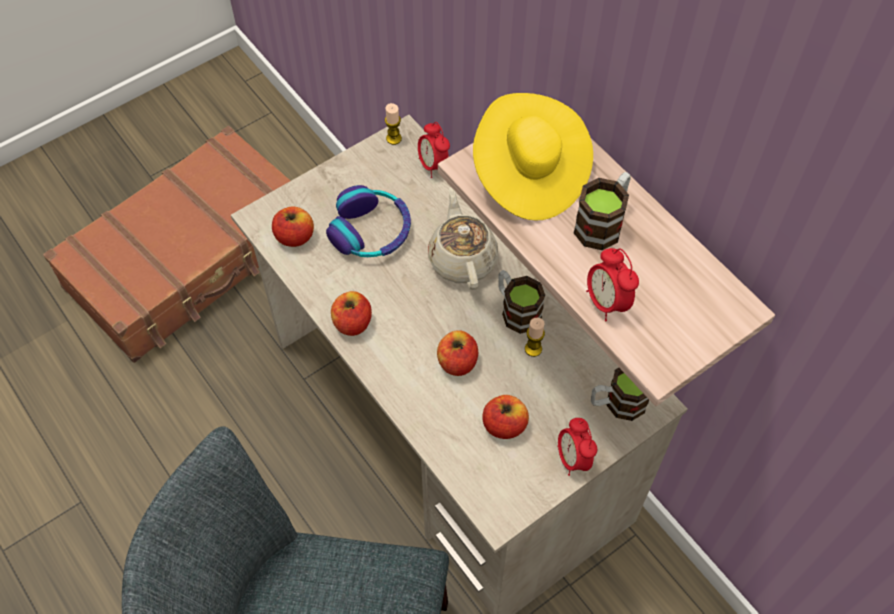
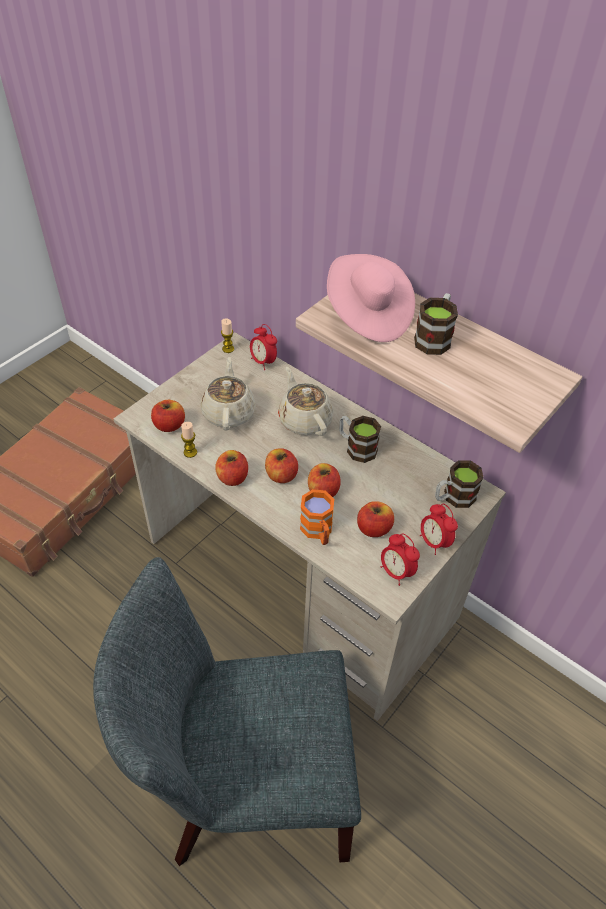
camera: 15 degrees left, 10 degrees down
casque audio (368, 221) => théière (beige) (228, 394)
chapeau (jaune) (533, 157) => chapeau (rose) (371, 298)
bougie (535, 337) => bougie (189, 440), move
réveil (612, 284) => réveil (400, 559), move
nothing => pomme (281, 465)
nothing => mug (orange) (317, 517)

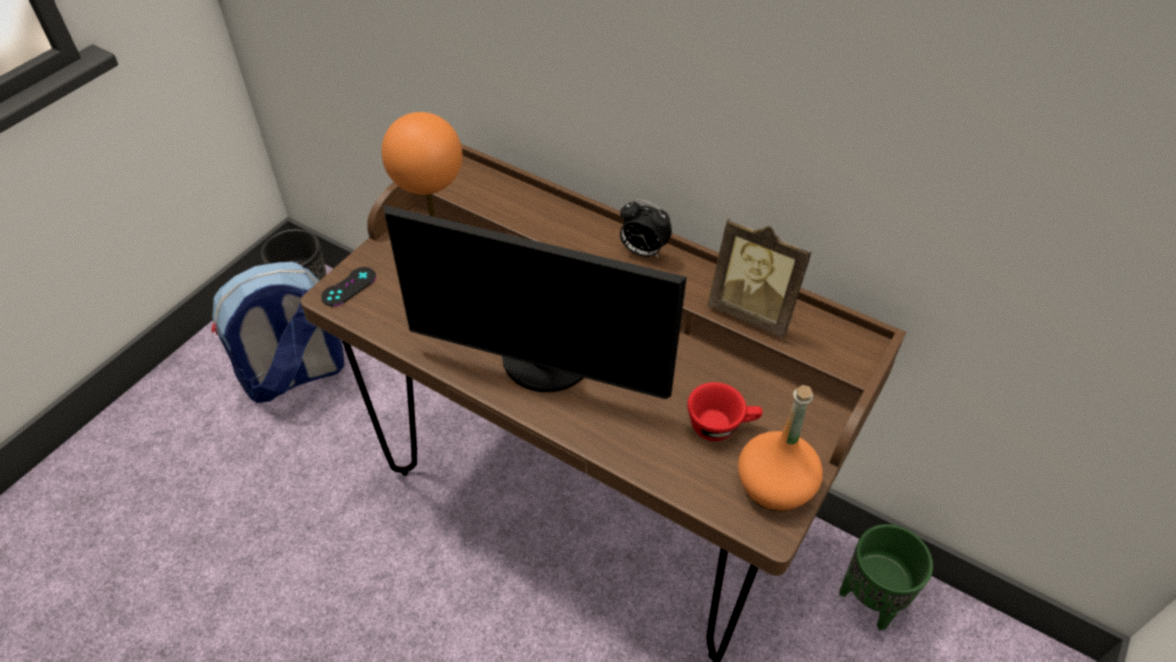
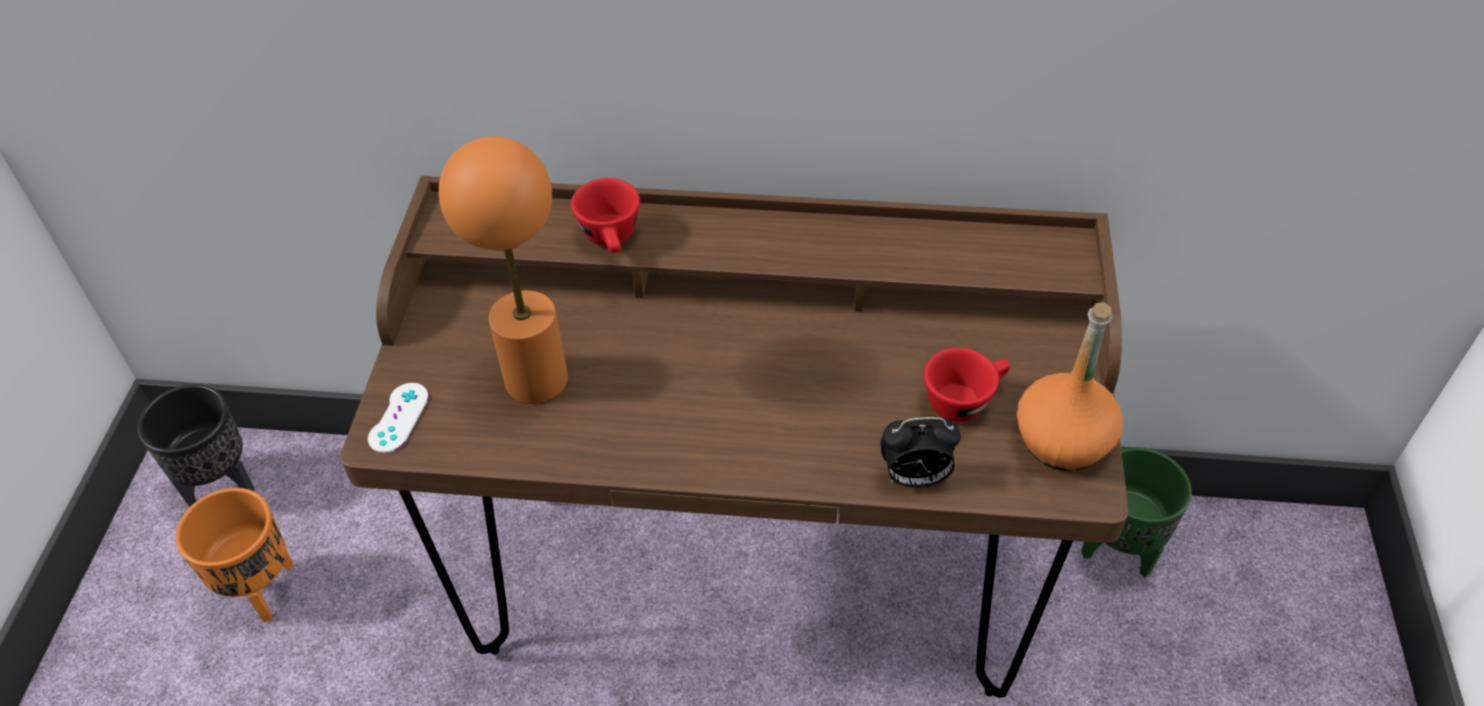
camera: 25 degrees left, 0 degrees up
sac à dos (278, 332) => cache-pot (orange) (234, 555)
manette (noir) (348, 286) => manette (blanc) (398, 418)
écran d'ordinateur (535, 302) => nothing
réveil (646, 228) => réveil (920, 452), move
cadre photo (759, 278) => nothing
nothing => tasse (rouge) (605, 215)

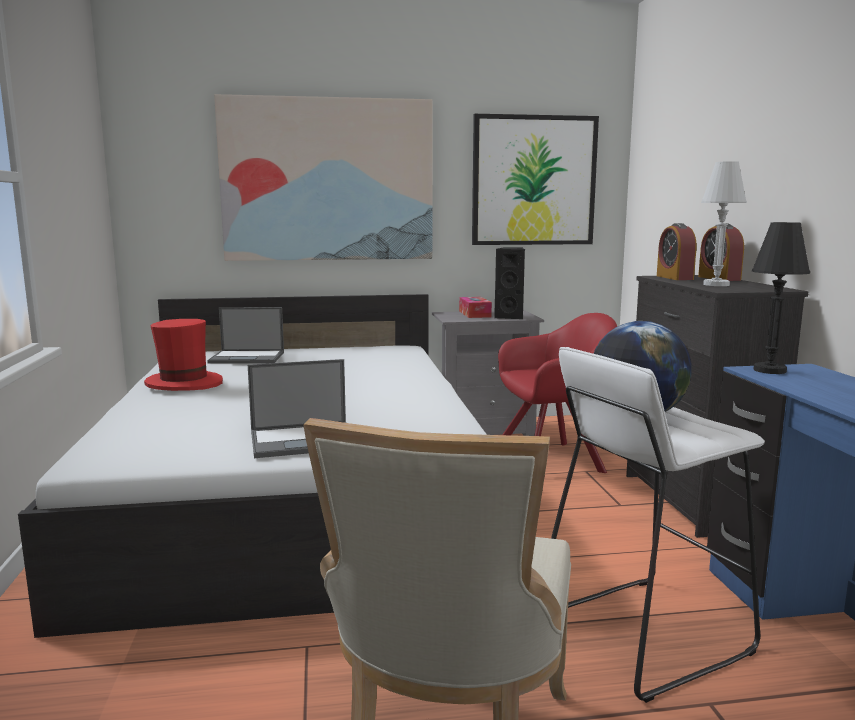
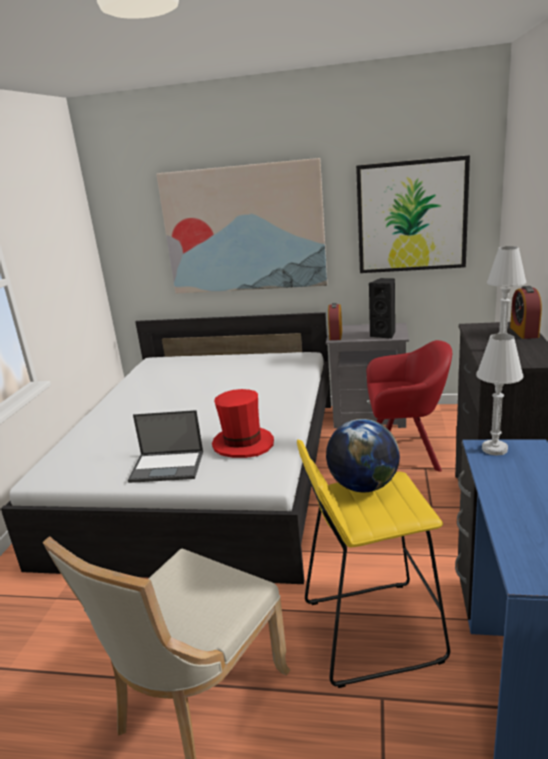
camera: 20 degrees right, 10 degrees up
chapeau (rouge) (183, 355) => chapeau (rouge) (243, 423), move
ordinateur portable (245, 335) => nothing
boîte à mouchoirs (475, 307) => nothing
tabouret (blanc) (658, 525) => tabouret (jaune) (373, 563)
réveil (676, 251) => réveil (335, 321), move
lampe de table (noir) (781, 298) => lampe de table (blanc) (499, 394)

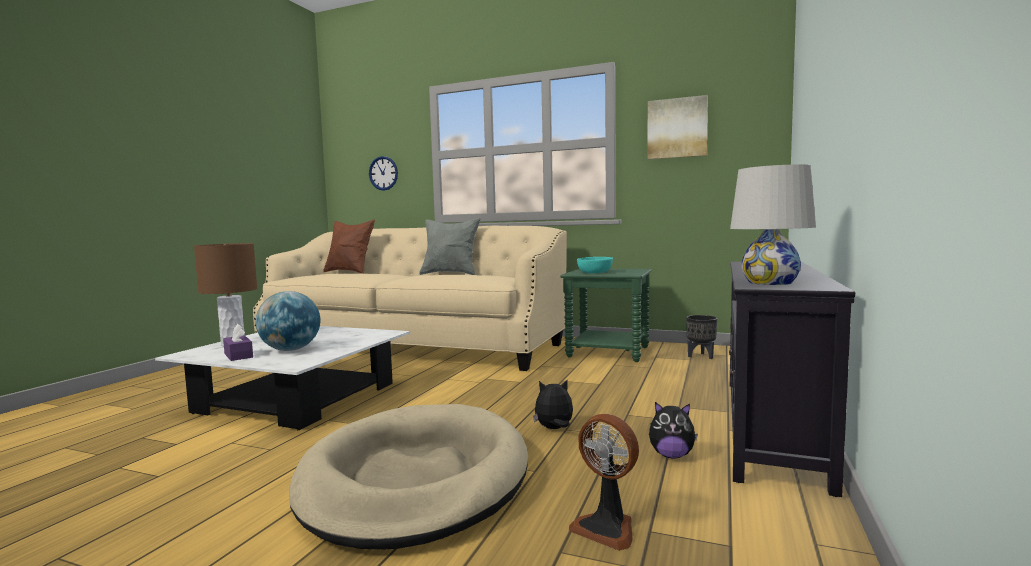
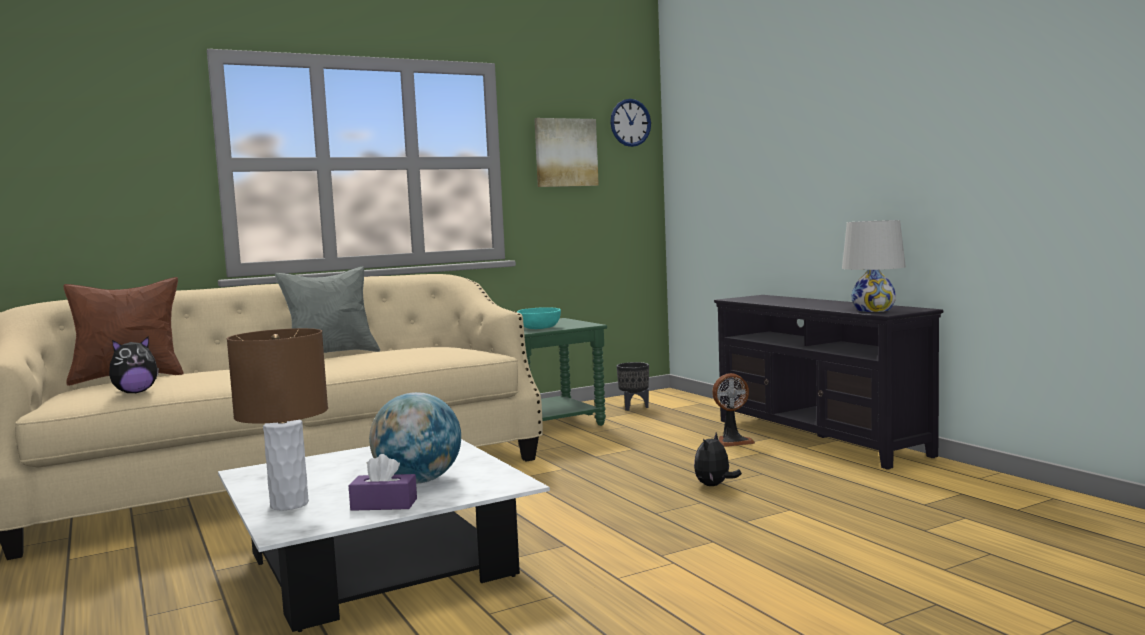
camera: 50 degrees left, 0 degrees up
panier pour chien (beige) (408, 477) => nothing
horloge murale (383, 173) => horloge murale (630, 123), move
ventilateur (604, 482) => ventilateur (733, 410), move
peluche (673, 430) => peluche (134, 365), move

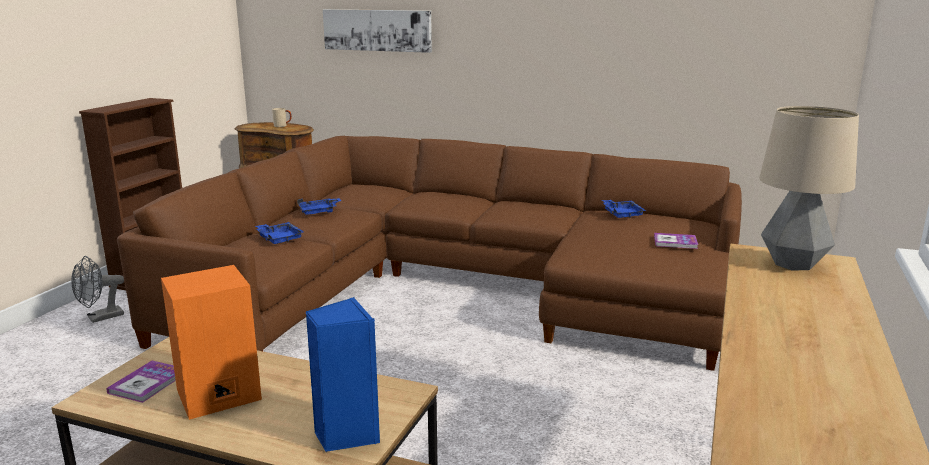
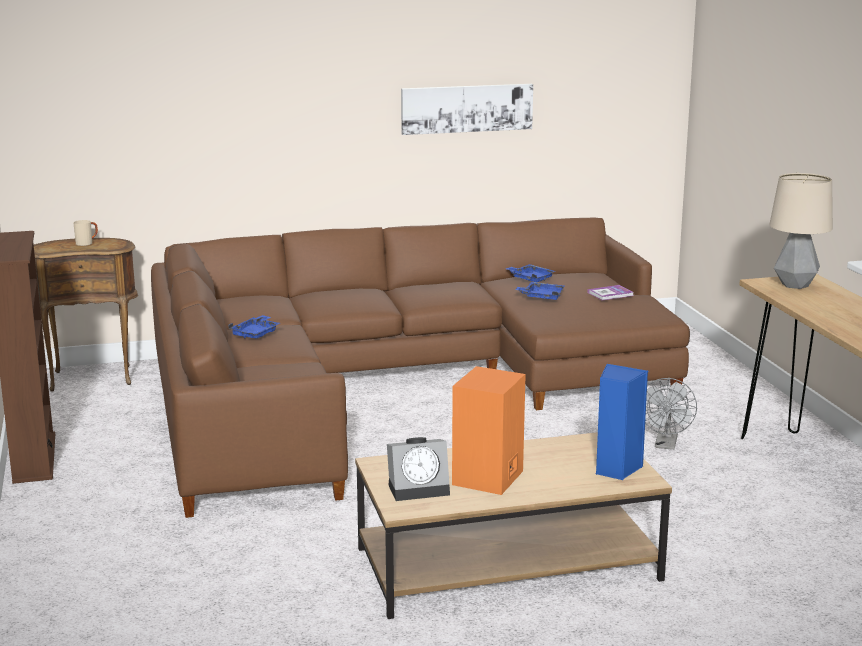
camera: 35 degrees left, 0 degrees up
ventilateur (gris) (97, 289) => ventilateur (gris) (671, 414), move
livre (141, 382) => réveil (418, 469)
plateau (bleu) (280, 233) => plateau (bleu) (540, 291), move
tableau (377, 31) => tableau (467, 109), move

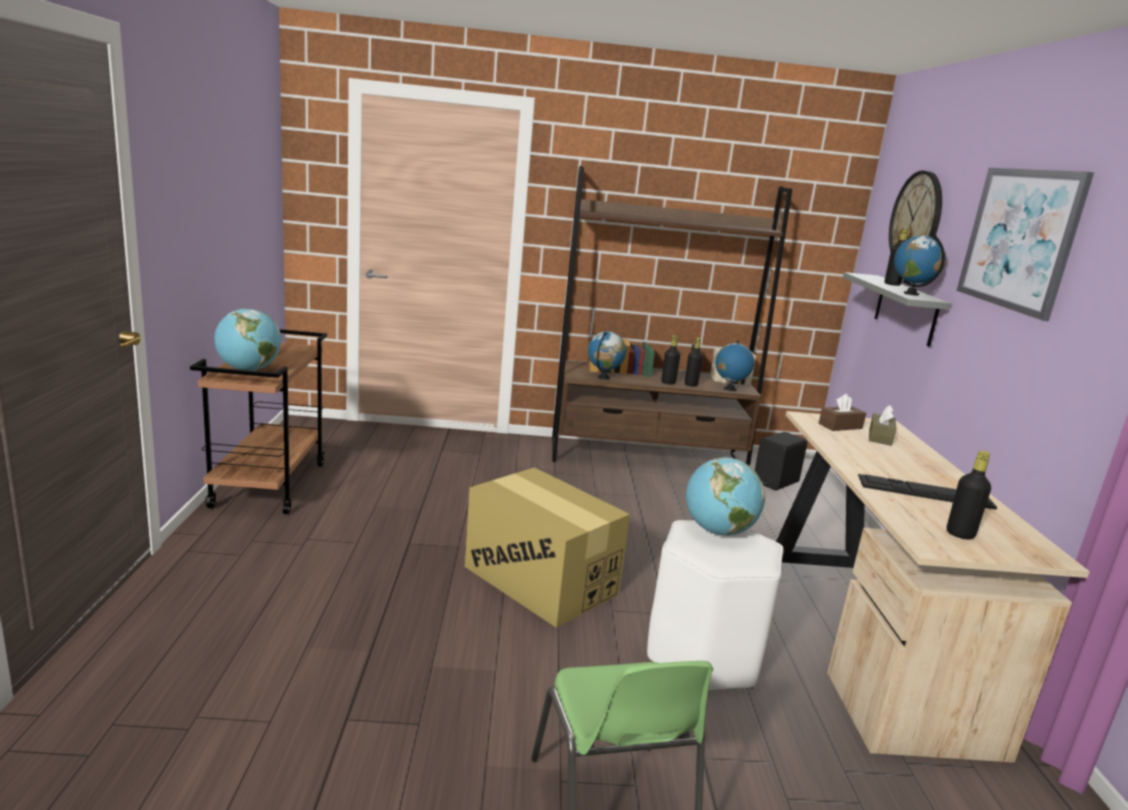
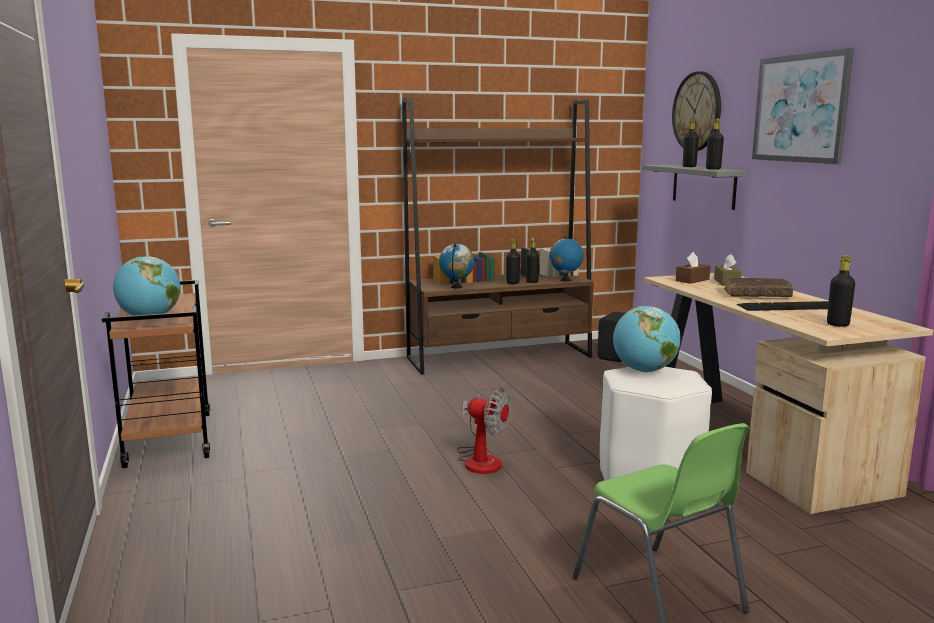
camera: 15 degrees left, 5 degrees down
carton (547, 547) => ventilateur (484, 431)
globe (920, 265) => bouteille (noir) (715, 144)
nothing => livre (marron) (759, 287)

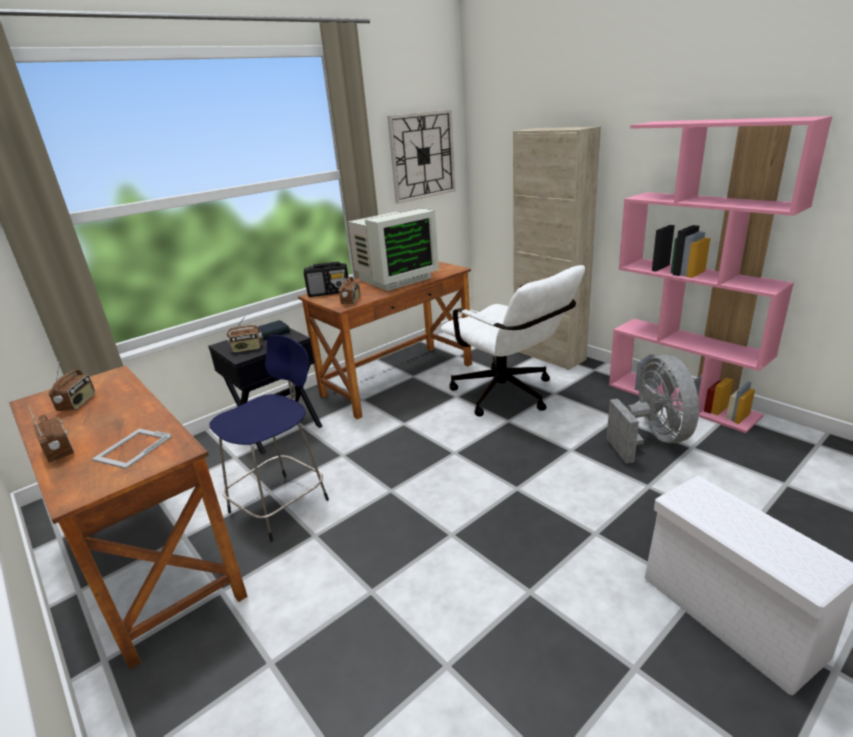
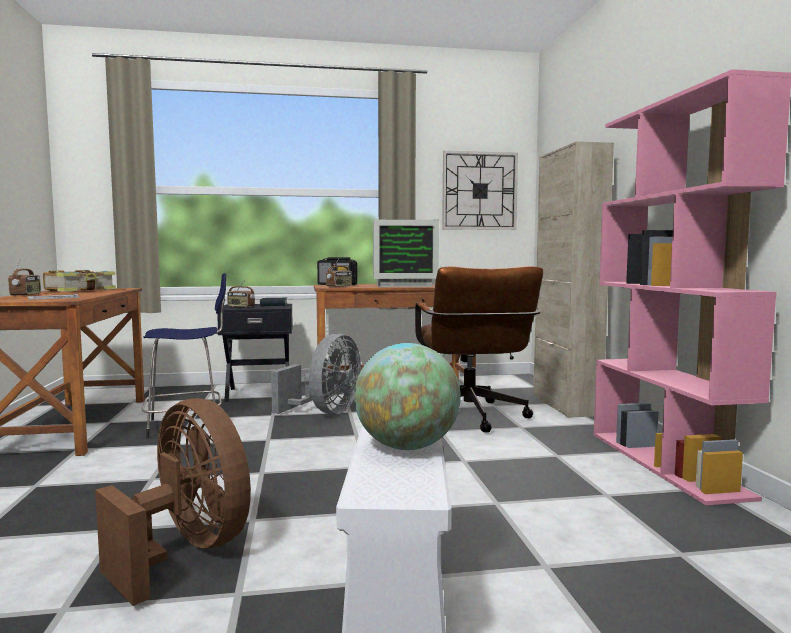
camera: 30 degrees right, 20 degrees down
radio (72, 386) => livre (79, 281)
chaise de bureau (blanc) (513, 341) => chaise de bureau (marron) (479, 349)
ventilateur (gris) (653, 409) => ventilateur (gris) (316, 373), move
nothing => ventilateur (marron) (173, 502)
nothing => globe (407, 396)

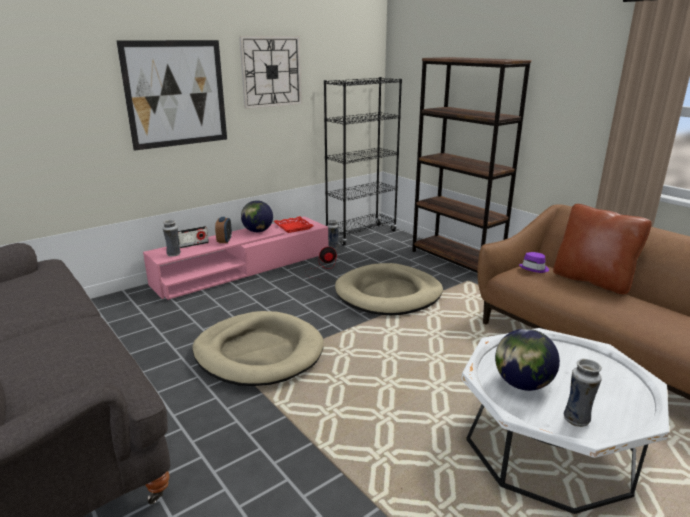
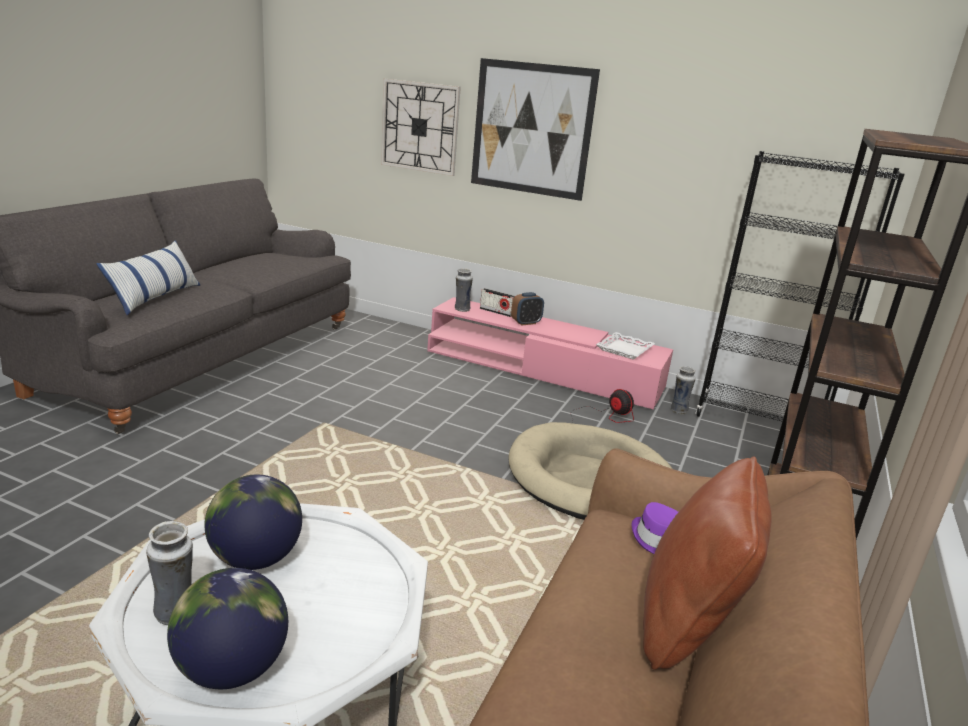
camera: 60 degrees right, 0 degrees up
panier pour chien (beige) (258, 348) => nothing
horloge murale (270, 72) => horloge murale (421, 127), move
globe (257, 216) => globe (227, 628), move
plateau (rouge) (294, 224) => plateau (blanc) (625, 346)
nothing => coussin (148, 278)

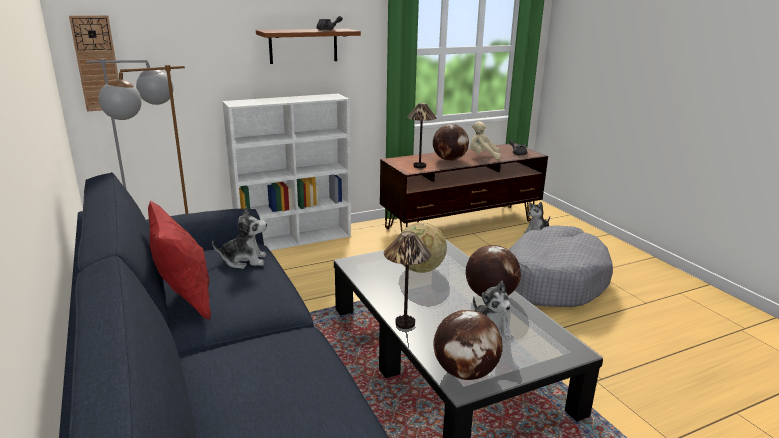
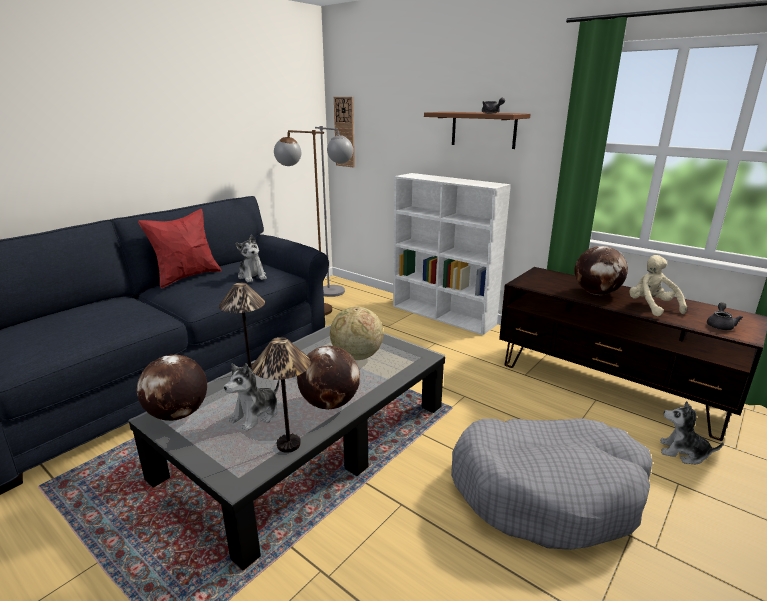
camera: 65 degrees right, 0 degrees up
lampe de table (422, 135) => lampe de table (281, 395), move

